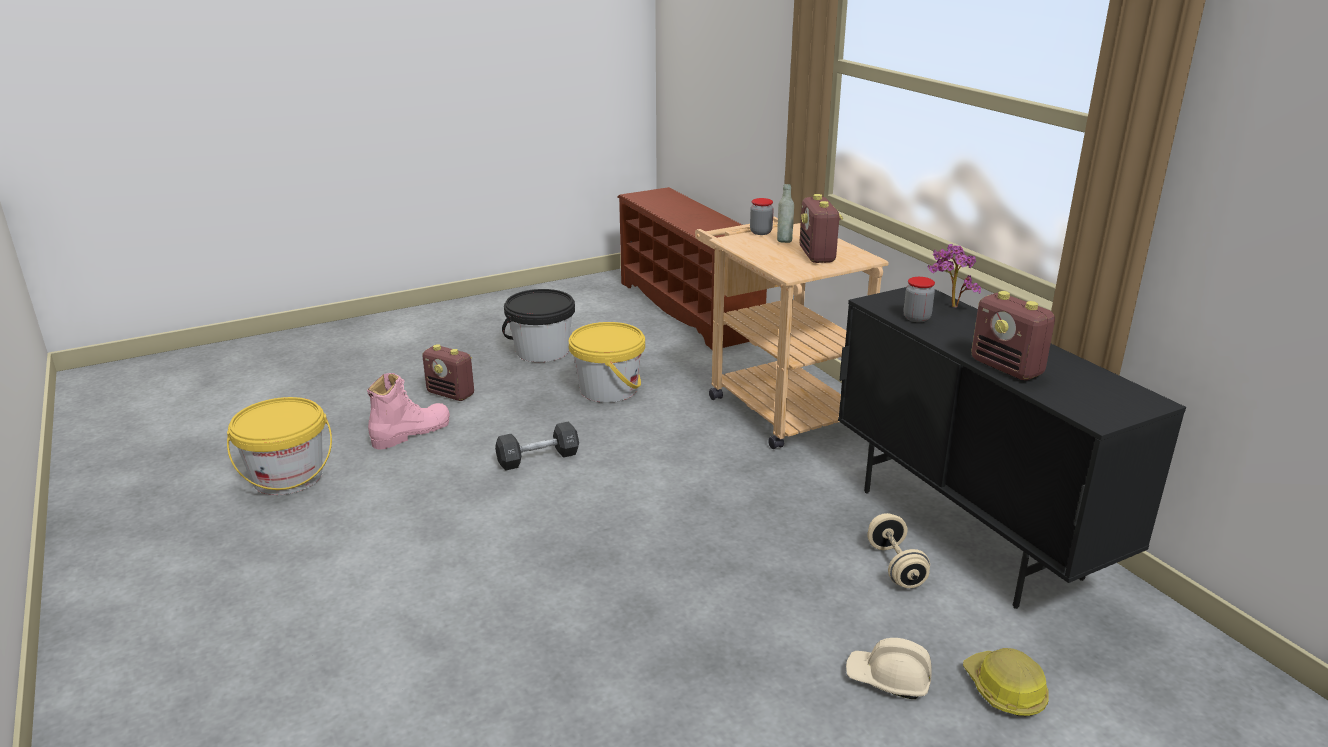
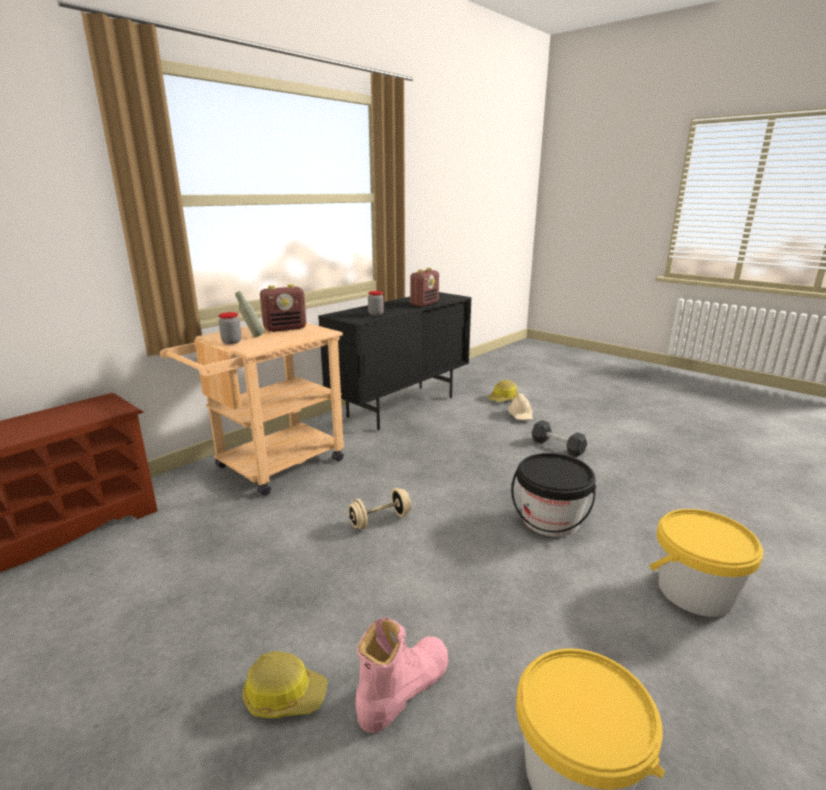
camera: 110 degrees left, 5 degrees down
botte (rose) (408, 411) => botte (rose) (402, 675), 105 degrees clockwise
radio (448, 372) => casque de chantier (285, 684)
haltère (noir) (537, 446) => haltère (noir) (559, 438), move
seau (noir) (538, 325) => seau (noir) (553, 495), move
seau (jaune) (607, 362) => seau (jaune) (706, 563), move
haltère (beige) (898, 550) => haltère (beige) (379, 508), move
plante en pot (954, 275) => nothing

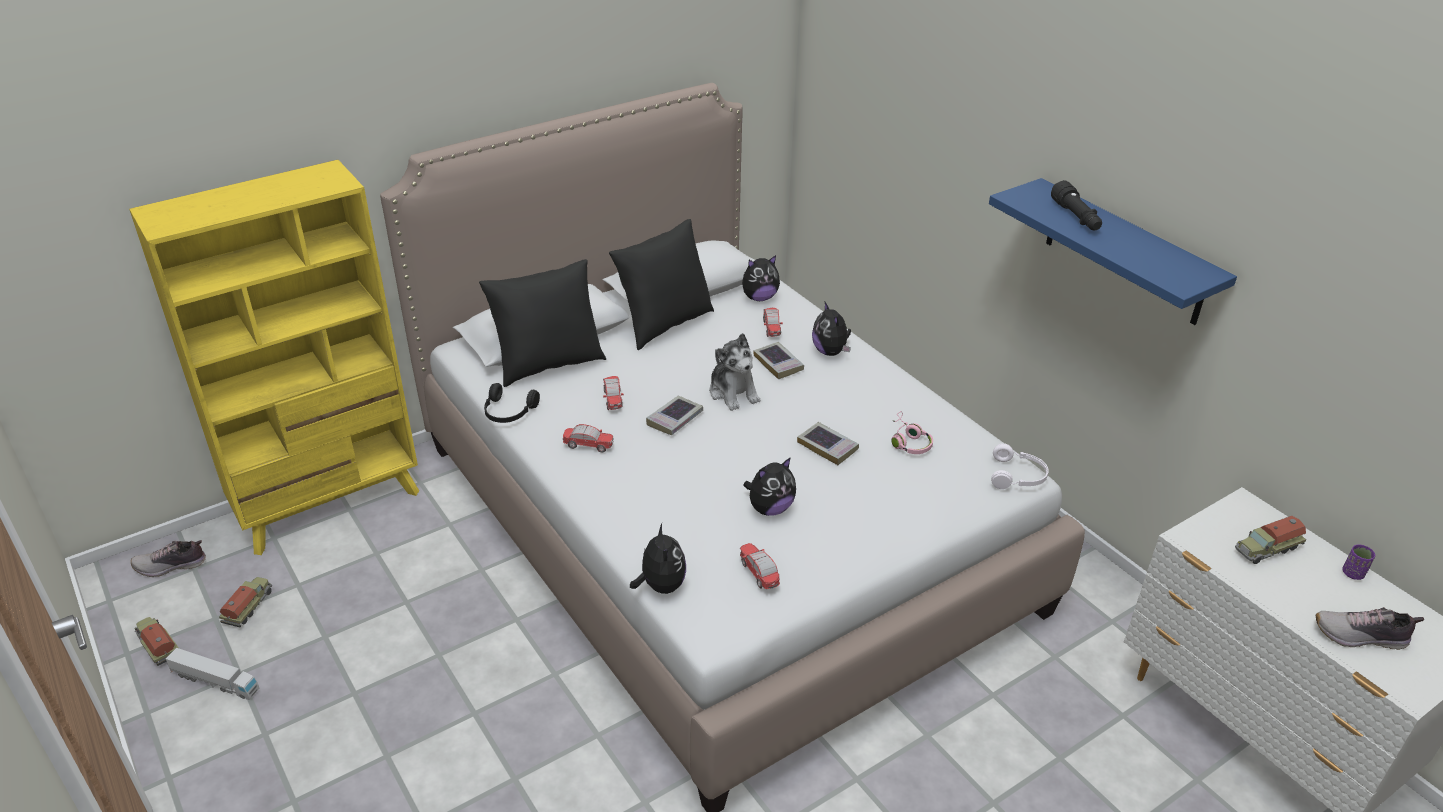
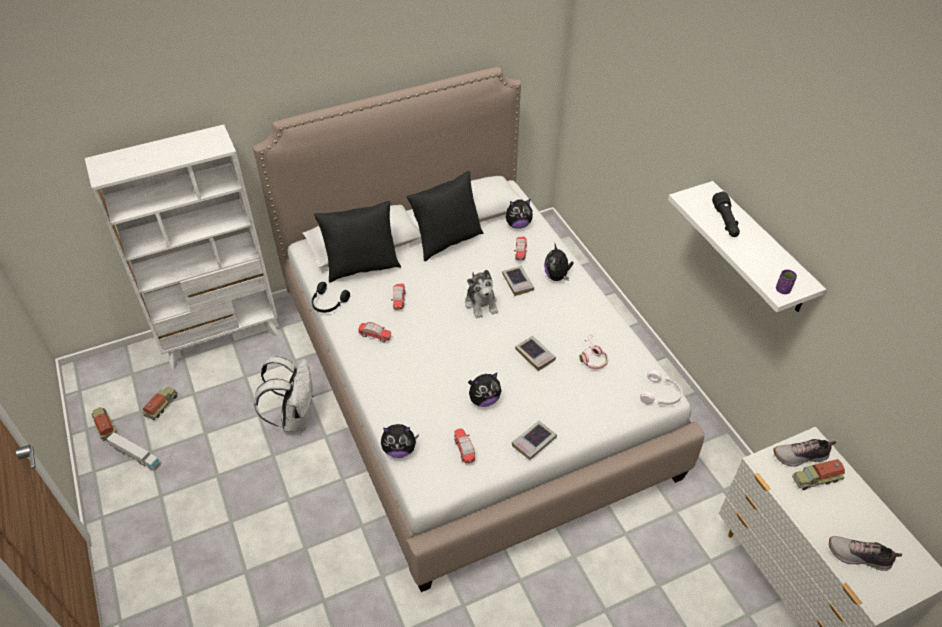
camera: 10 degrees right, 10 degrees up
bibliothèque (jaune) (274, 357) => bibliothèque (blanc) (182, 246)
chaussure (168, 558) => chaussure (804, 453), move
peluche (658, 559) => peluche (400, 441), 90 degrees clockwise
livre (674, 415) => livre (534, 440), move
étagère (bleu) (1113, 251) => étagère (blanc) (747, 246)
tasse (violet) (1358, 562) => tasse (violet) (786, 281), move
nothing => sac à dos (blanc) (283, 394)

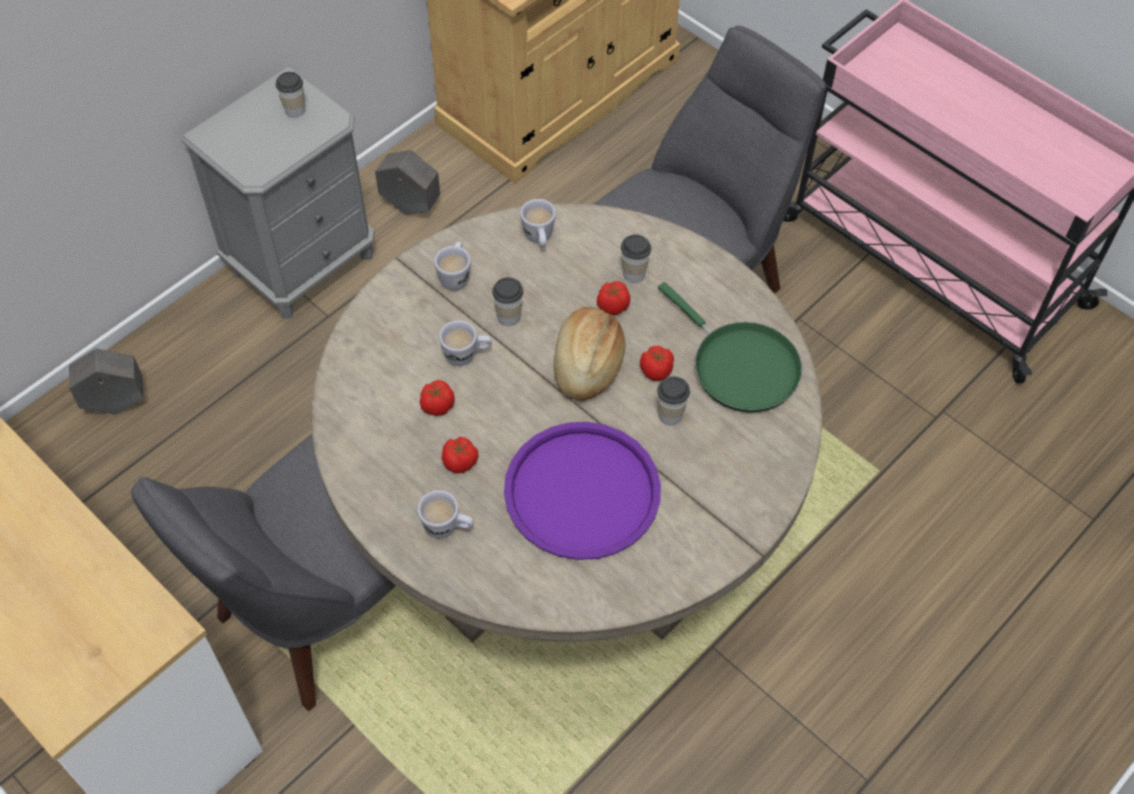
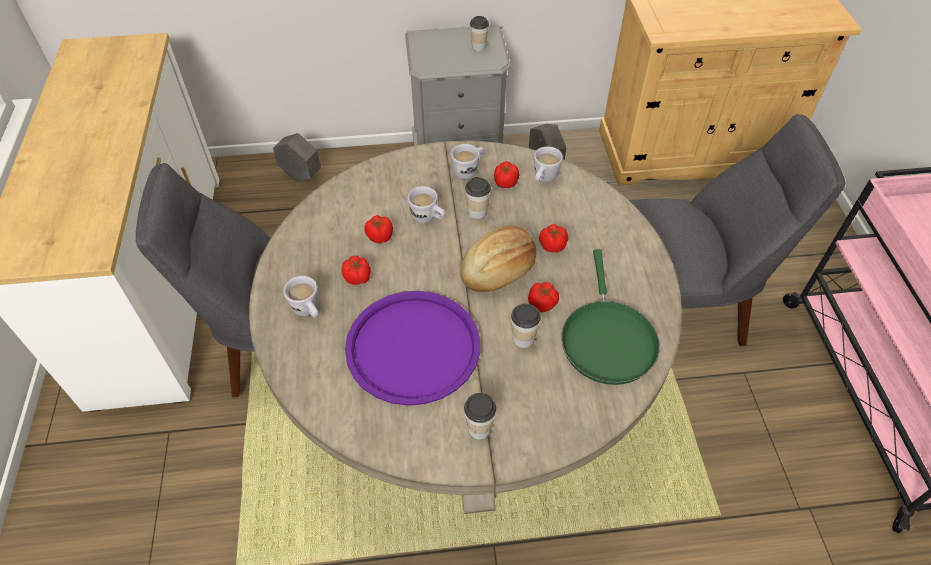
camera: 40 degrees right, 5 degrees down
tasse (636, 258) => tasse (480, 416), move
nothing => tomate (506, 174)

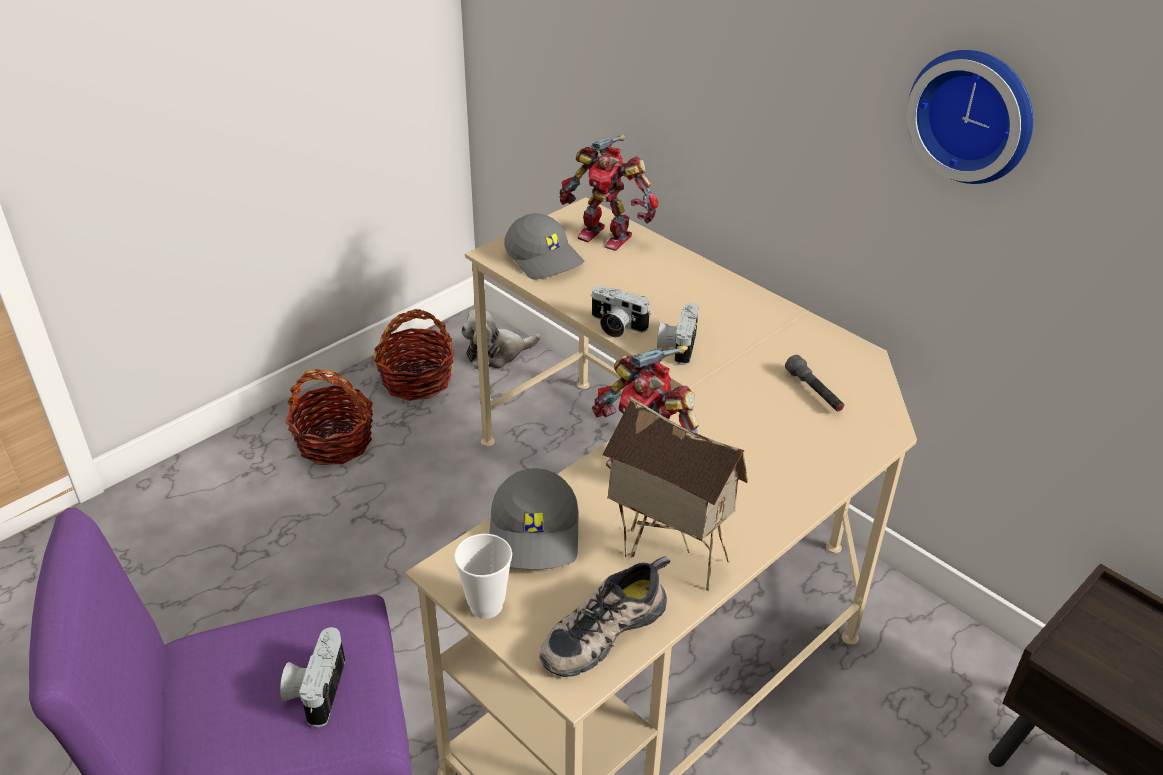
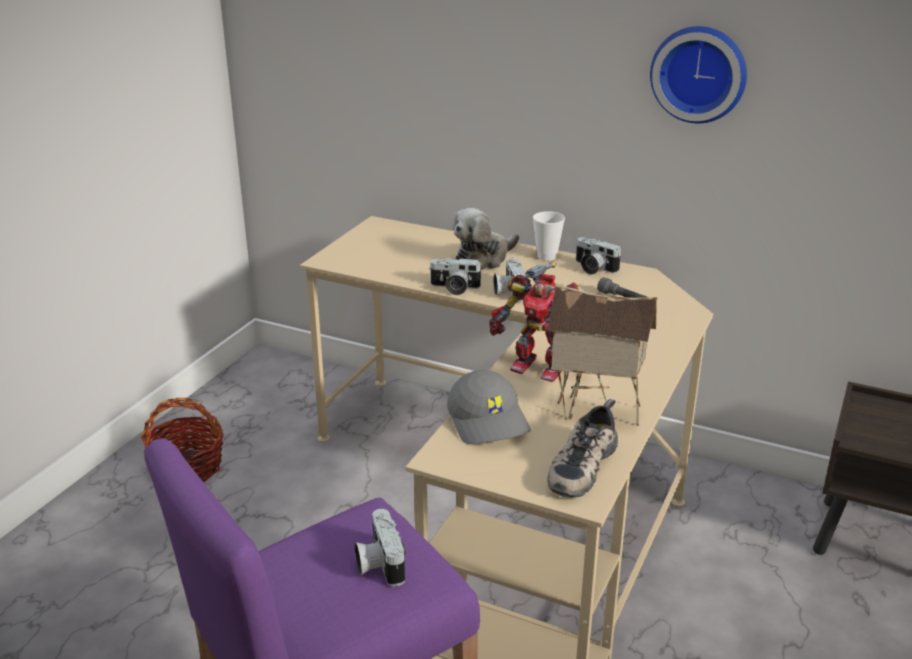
camera: 20 degrees left, 10 degrees down
panier (413, 355) => nothing
tasse (483, 576) => tasse (549, 236), move
peluche (501, 339) => peluche (485, 239), move
casquette (gris) (544, 246) => nothing
robot jouet (609, 193) => nothing
nothing => appareil photo (598, 256)

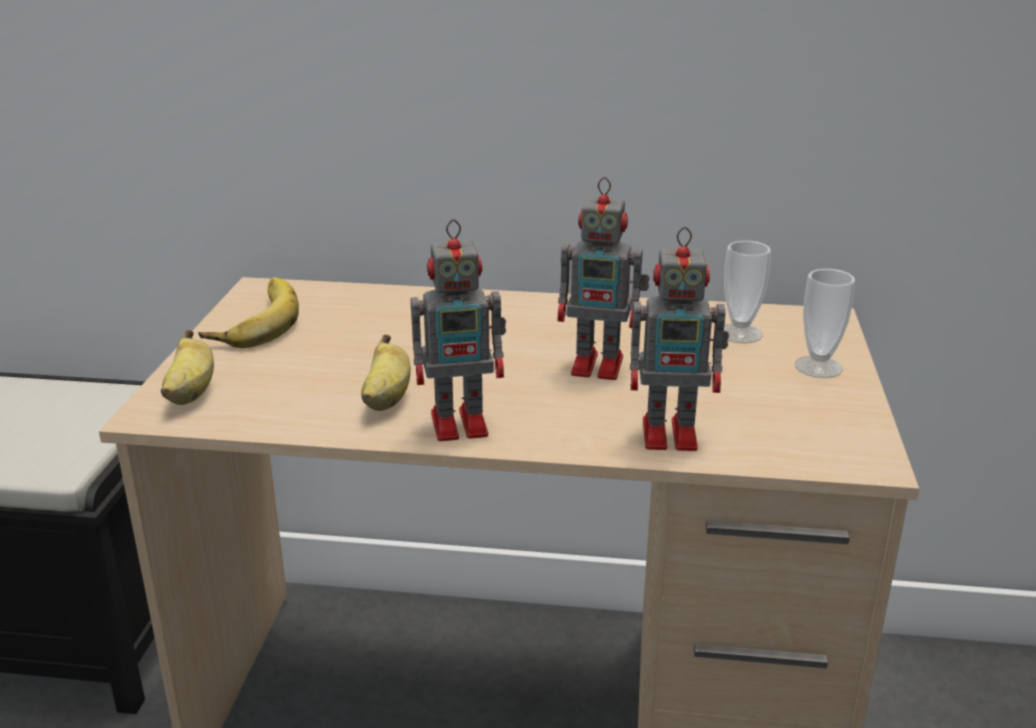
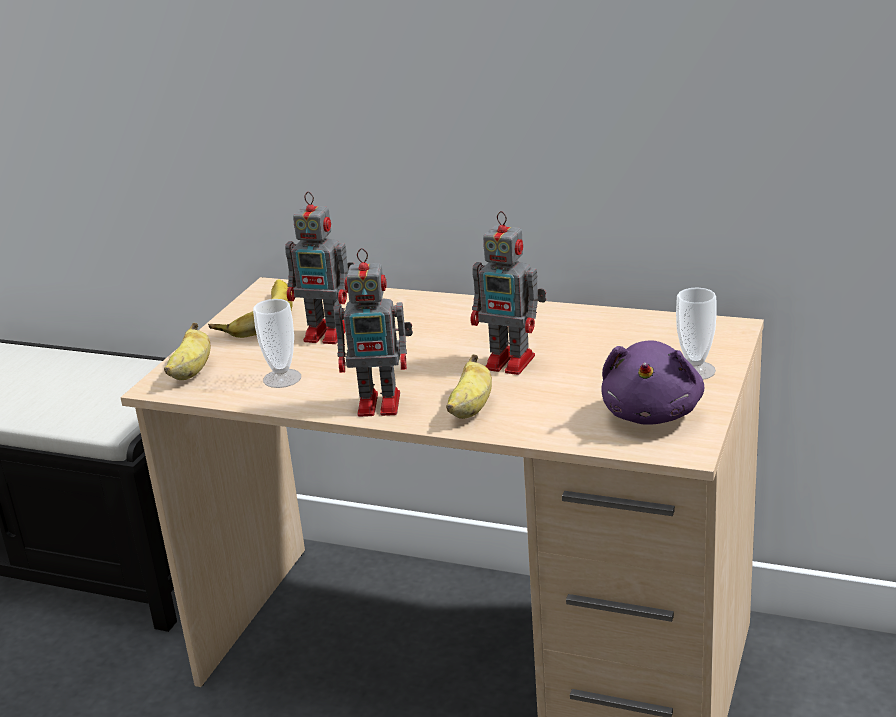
camera: 15 degrees right, 0 degrees up
banane (386, 372) => banane (469, 386), move
robot jouet (679, 339) => robot jouet (319, 268), move
tasse (747, 292) => tasse (277, 343), move
nothing => peluche (violet) (653, 382)

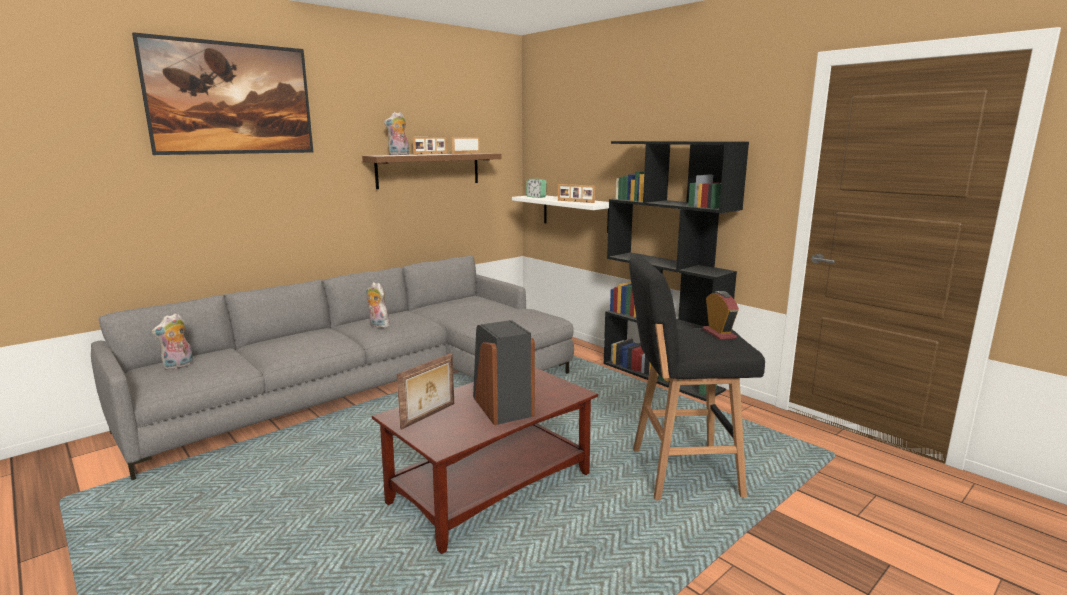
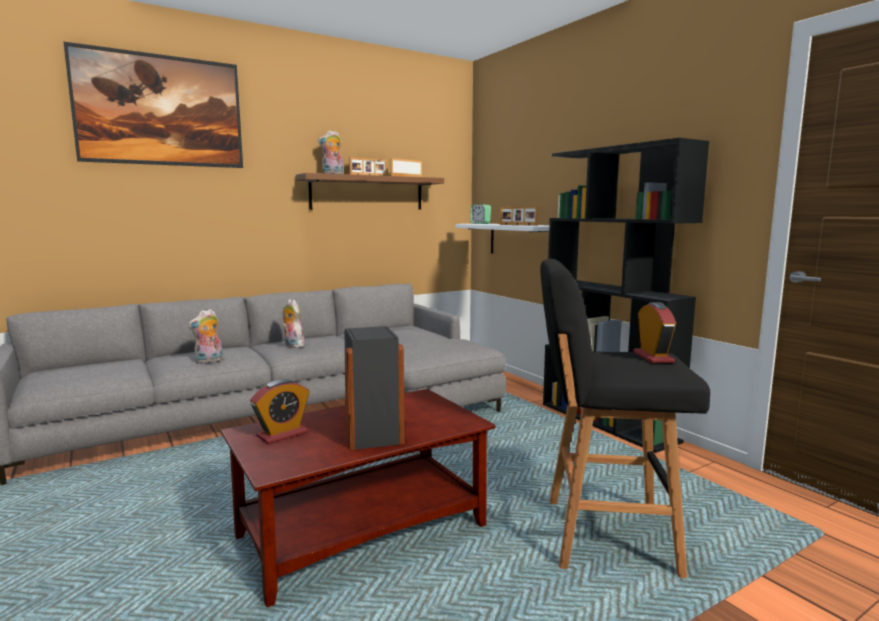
camera: 10 degrees right, 5 degrees down
peluche (172, 341) => peluche (205, 336), move
cadre photo (425, 391) => réveil (279, 411)

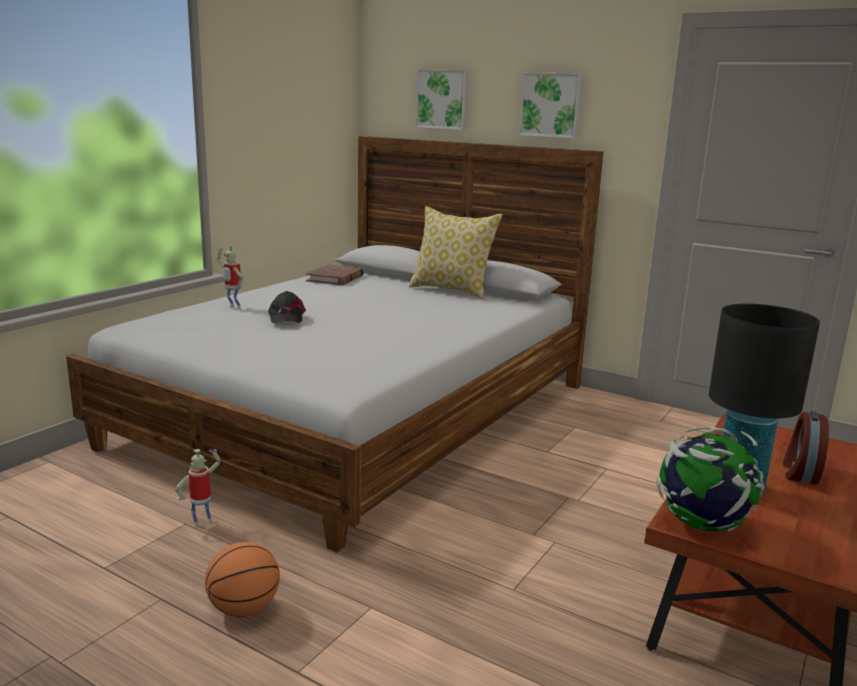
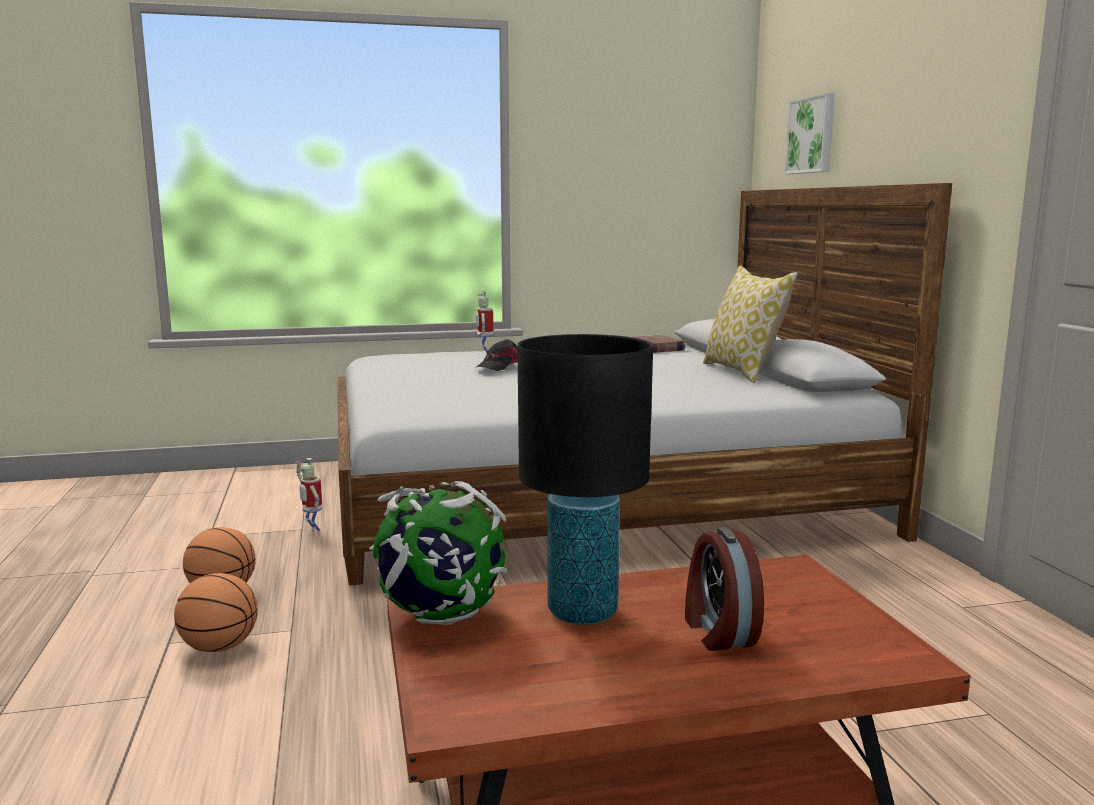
camera: 45 degrees right, 5 degrees down
robot jouet (198, 488) => robot jouet (308, 496), 135 degrees counterclockwise
tableau (551, 105) => nothing
réveil (806, 447) => réveil (724, 589), 75 degrees counterclockwise
nothing => ballon de basket (216, 612)

